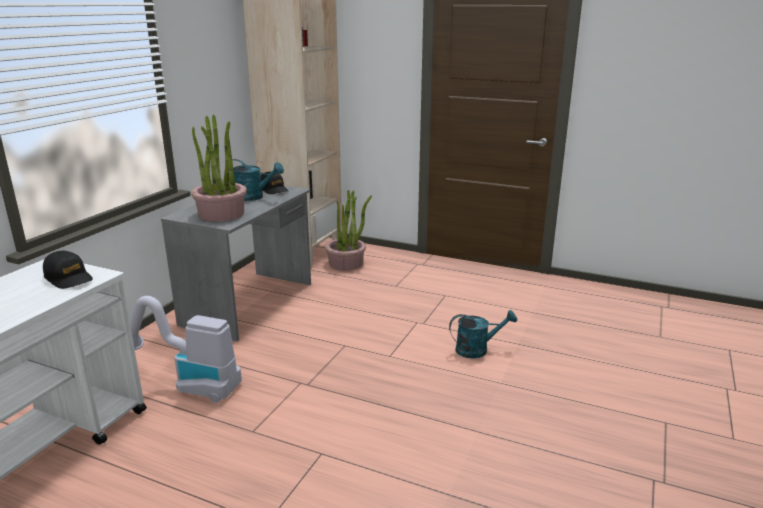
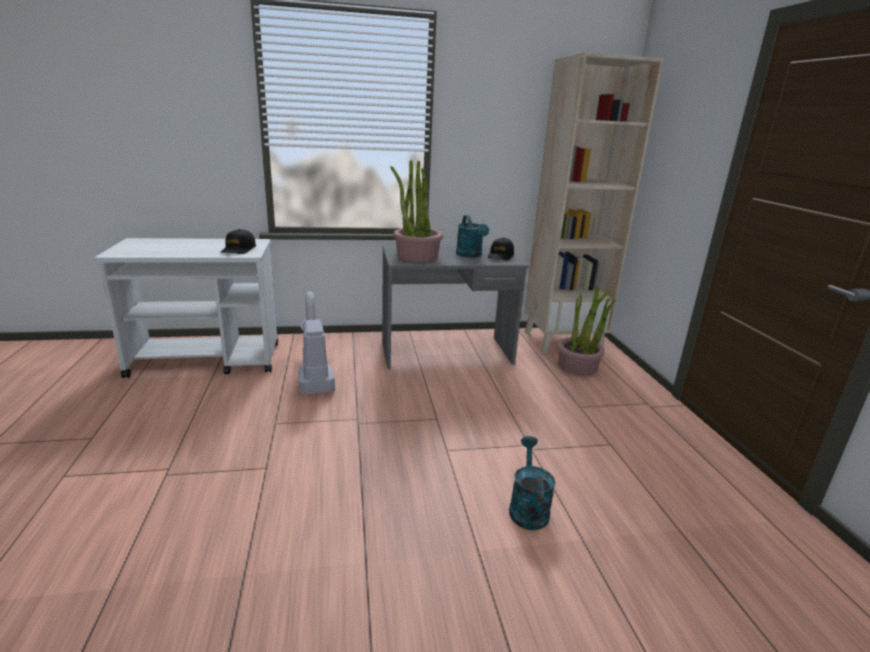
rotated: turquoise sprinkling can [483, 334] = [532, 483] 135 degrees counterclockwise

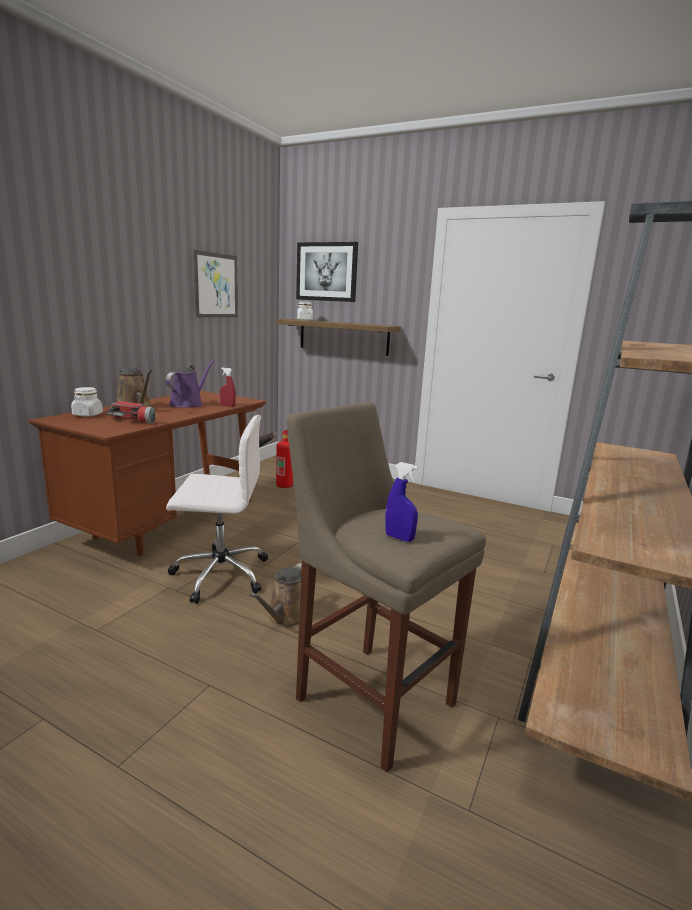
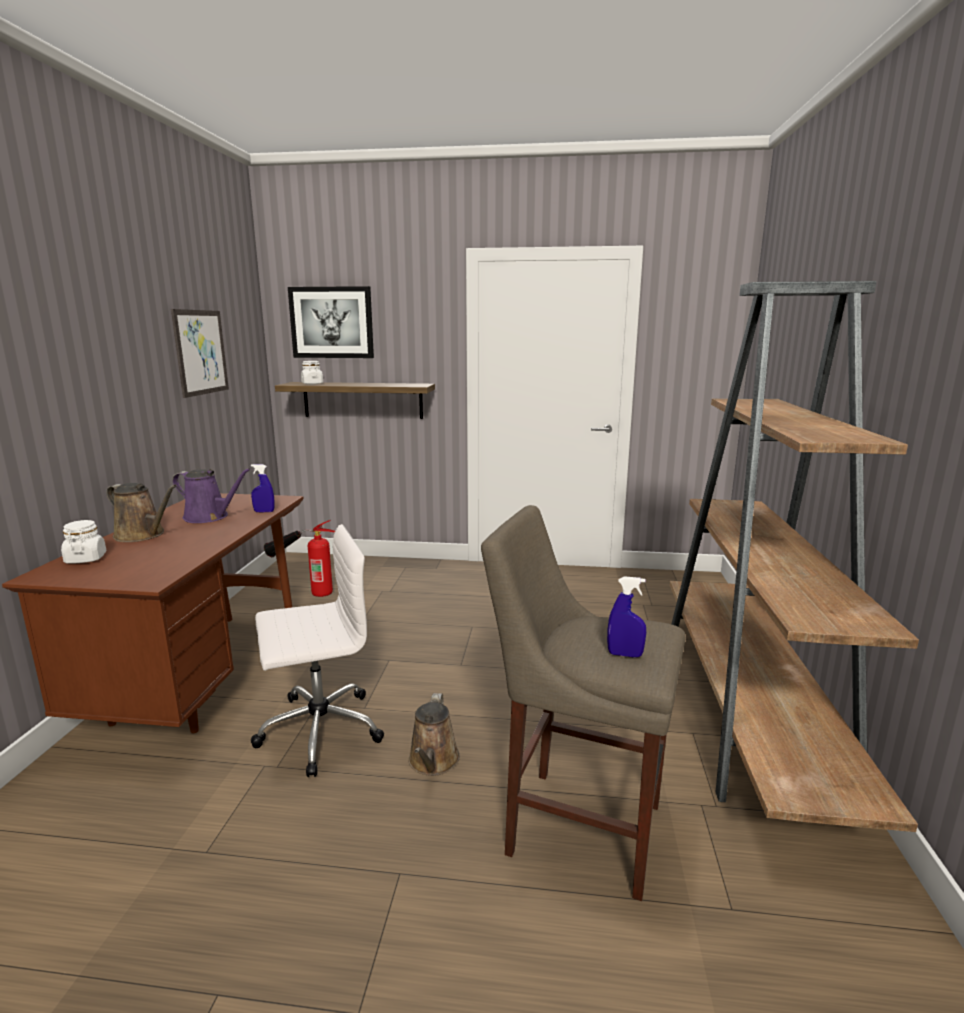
gone: flashlight [130, 412]
repainted: reddish sprayer [228, 387] to bluish sprayer [263, 488]
rotated: purple-coloured sprinkling can [190, 384] = [211, 495] 105 degrees clockwise

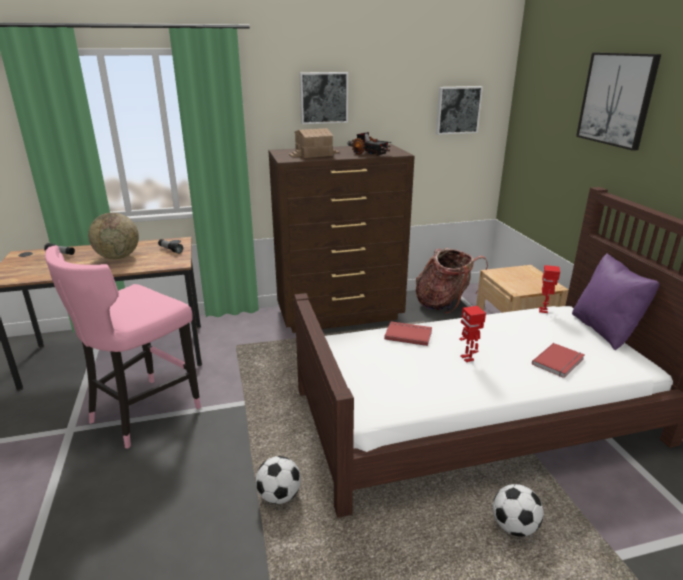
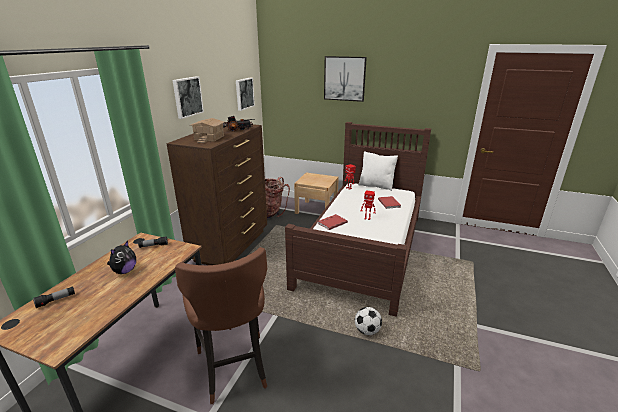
gone: football [518, 510]
swapped: globe [113, 236] to cuddly toy [121, 257]
repainted: pinkish stool seat [123, 347] to brown stool seat [221, 325]; purple-coloured pillow [615, 301] to white pillow [378, 171]

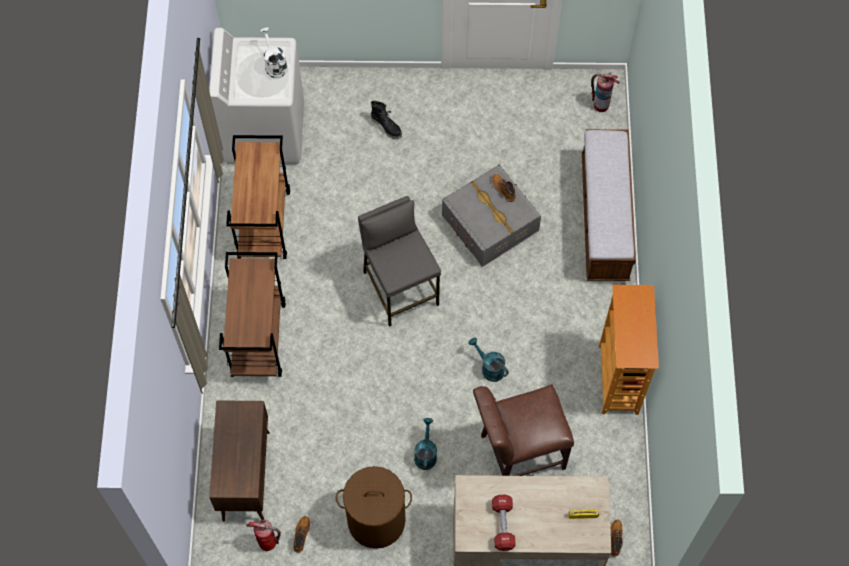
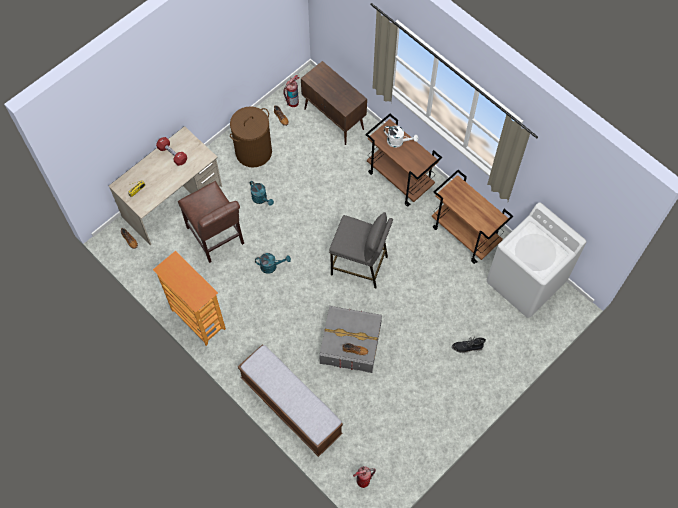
shifted: white sprinkling can [274, 52] to [401, 137]
rotated: brown chair [523, 430] = [211, 222] 120 degrees clockwise

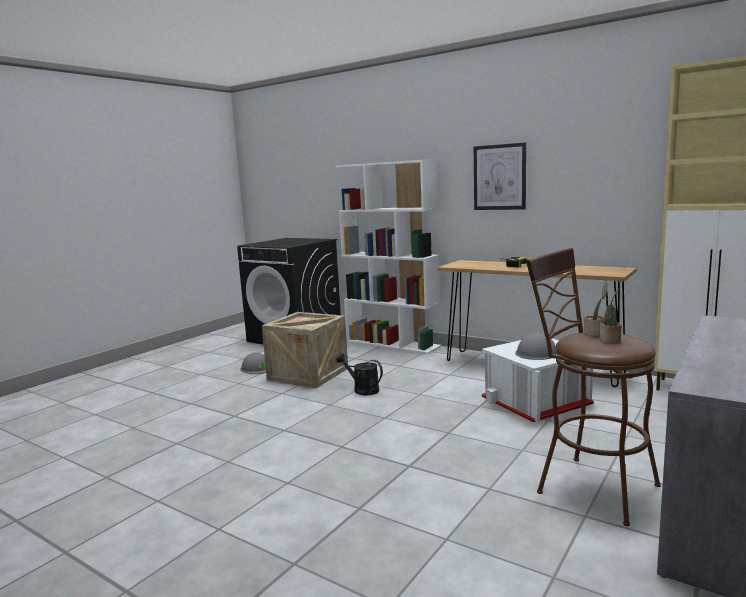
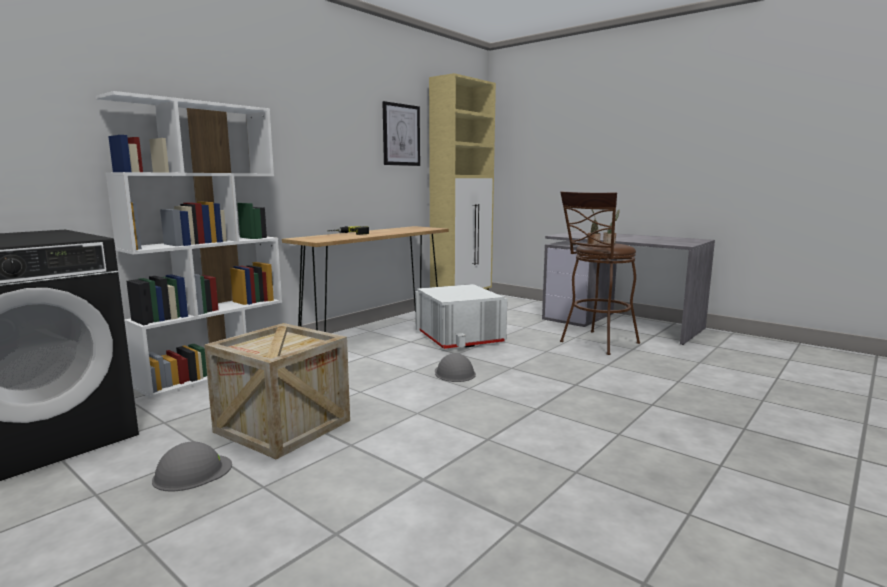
gone: blackish sprinkling can [359, 374]
shifted: picture [500, 176] to [401, 133]; grey hard hat [536, 346] to [455, 367]

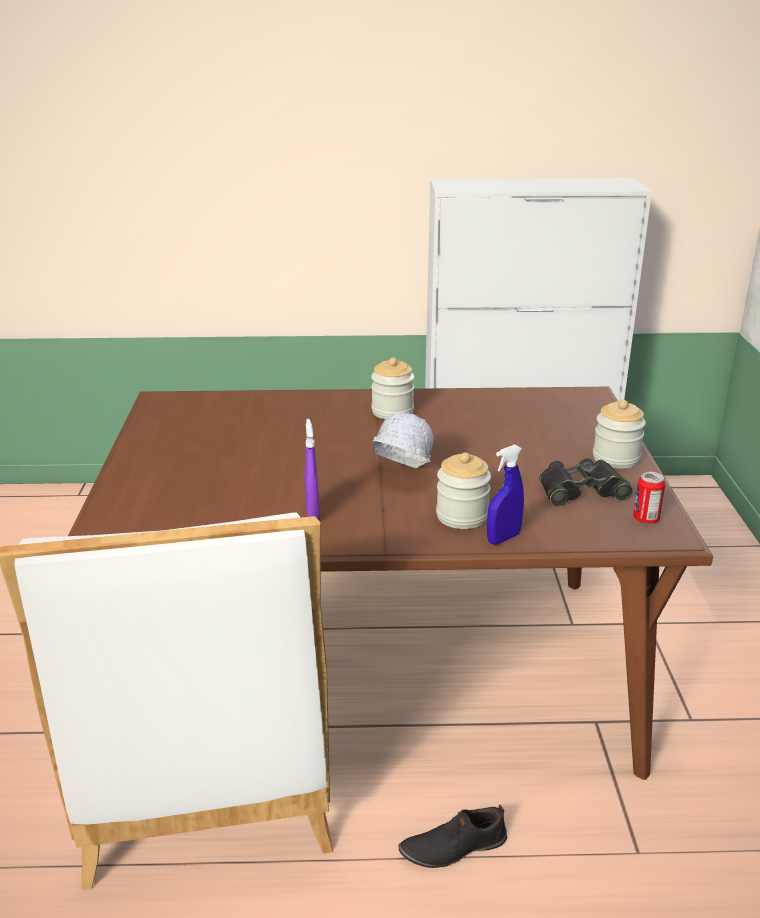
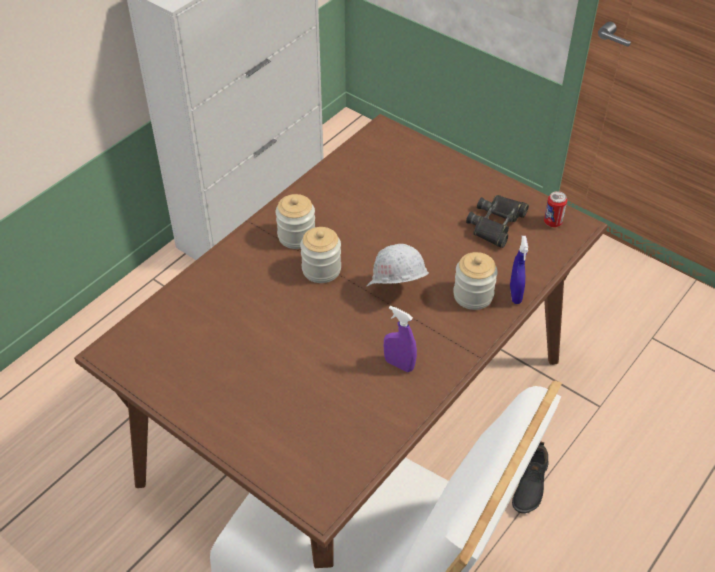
shifted: preserve jar [619, 434] to [320, 255]

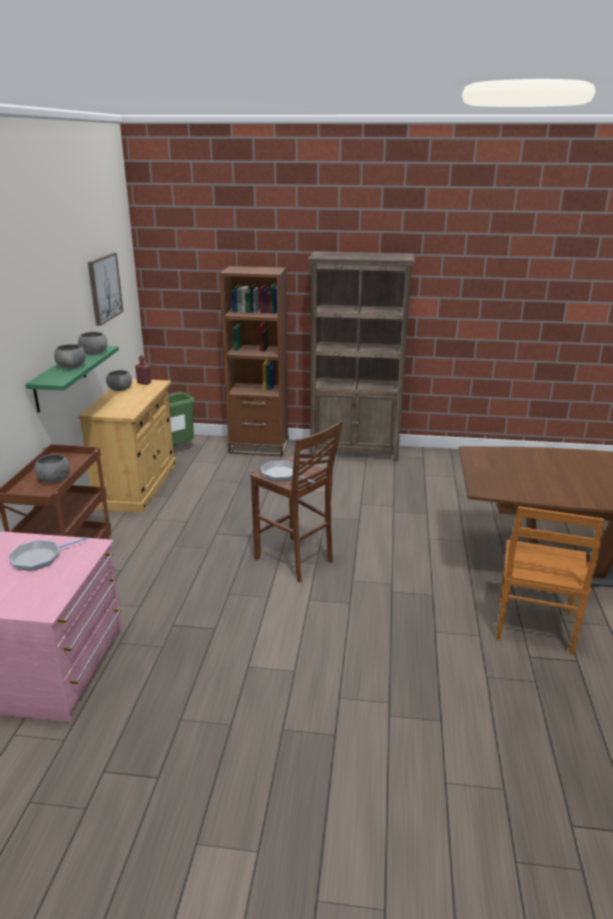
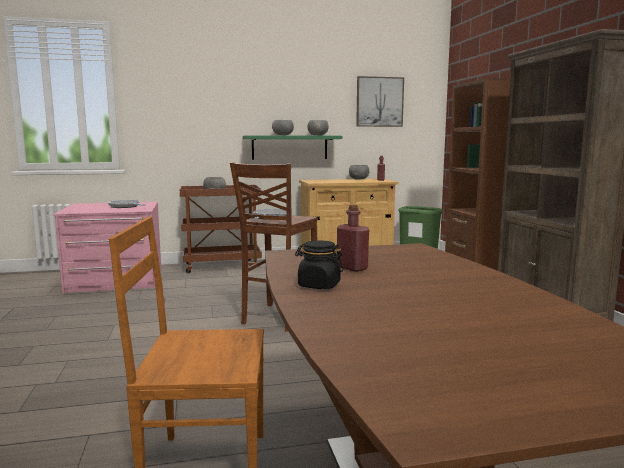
new: blackish preserve jar [319, 264]; reddish beverage bottle [353, 238]

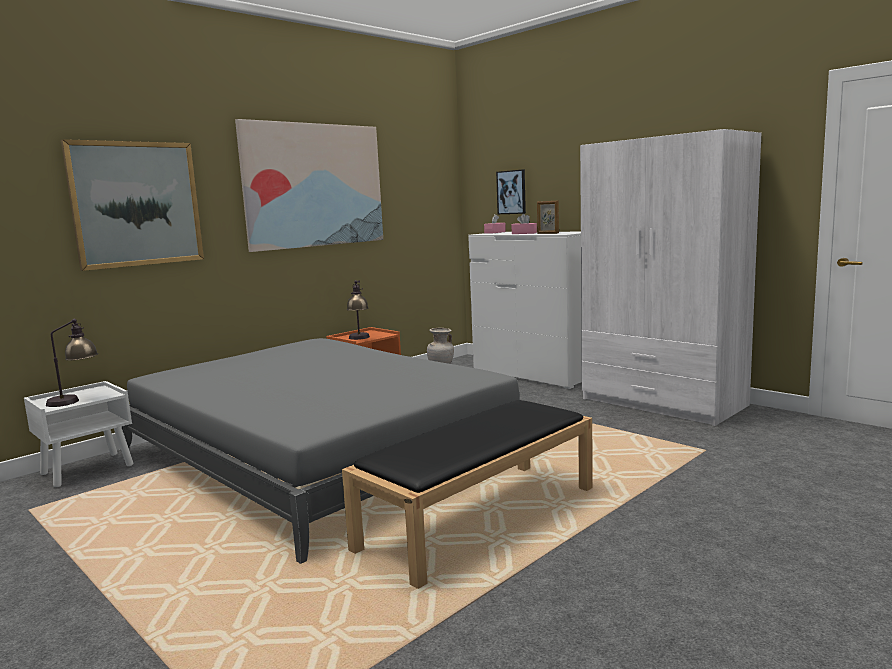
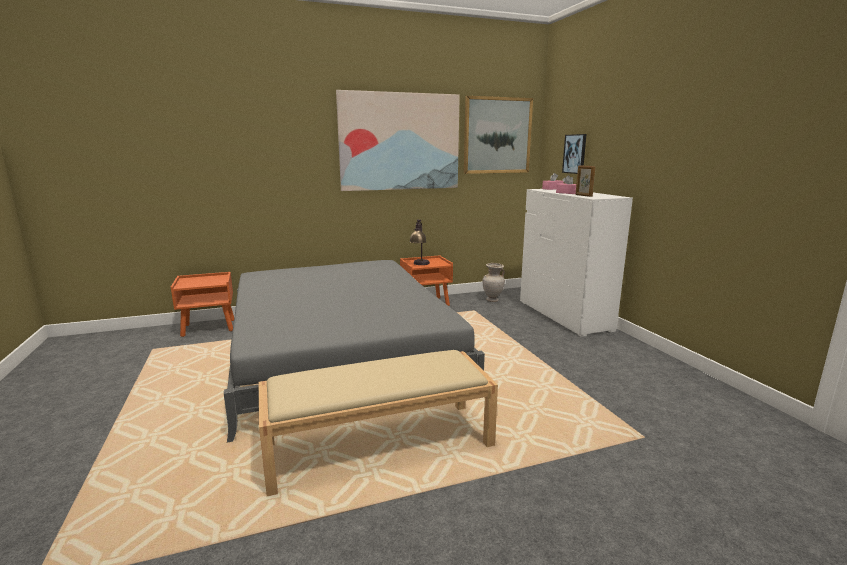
gone: tabletop lamp [72, 363]; white wardrobe [670, 277]
shifted: picture [132, 205] to [498, 135]
repainted: white bedside table [78, 434] to orangey bedside table [202, 304]; blackish bench [467, 494] to beige-coloured bench [378, 423]

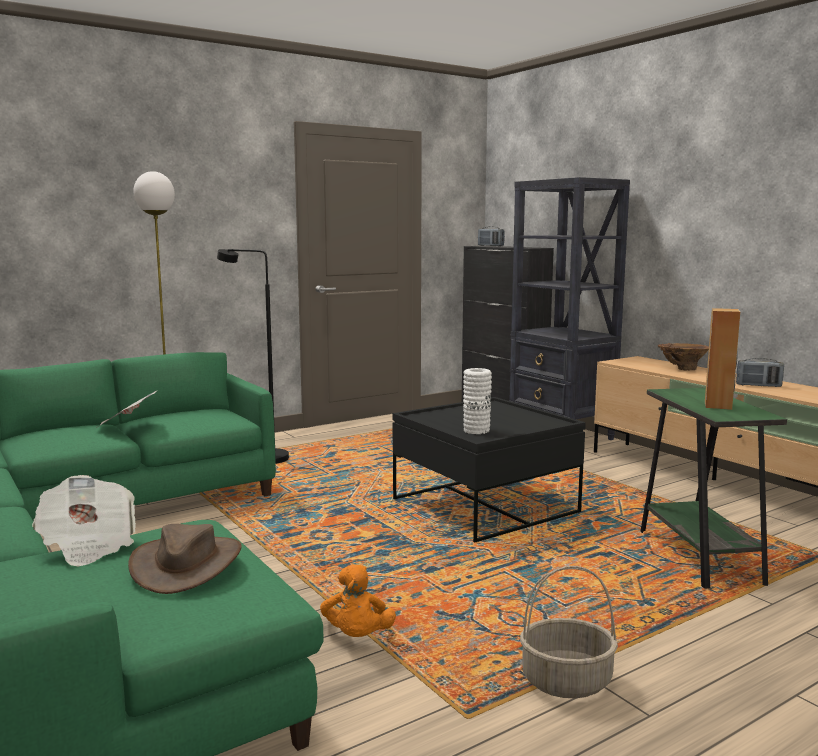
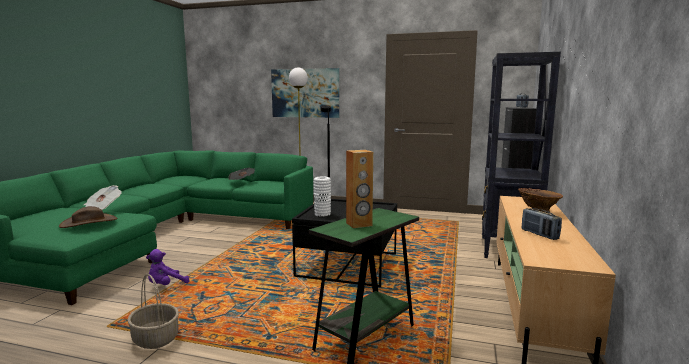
new: picture [305, 93]
repainted: orangey cuddly toy [358, 600] to purple-coloured cuddly toy [168, 267]

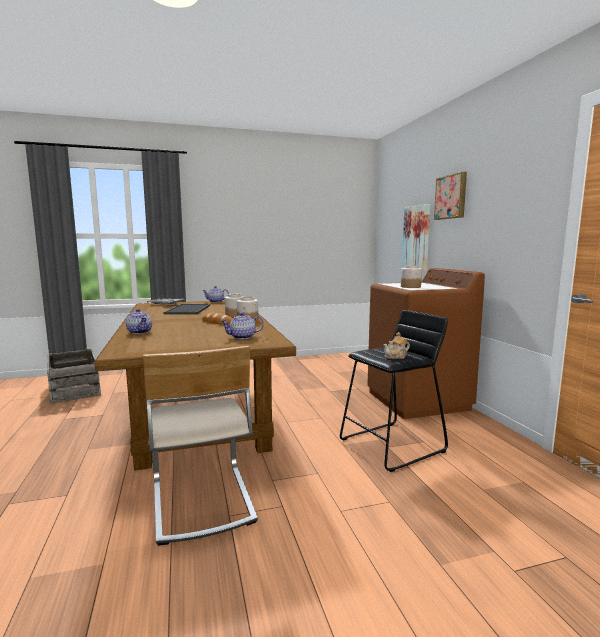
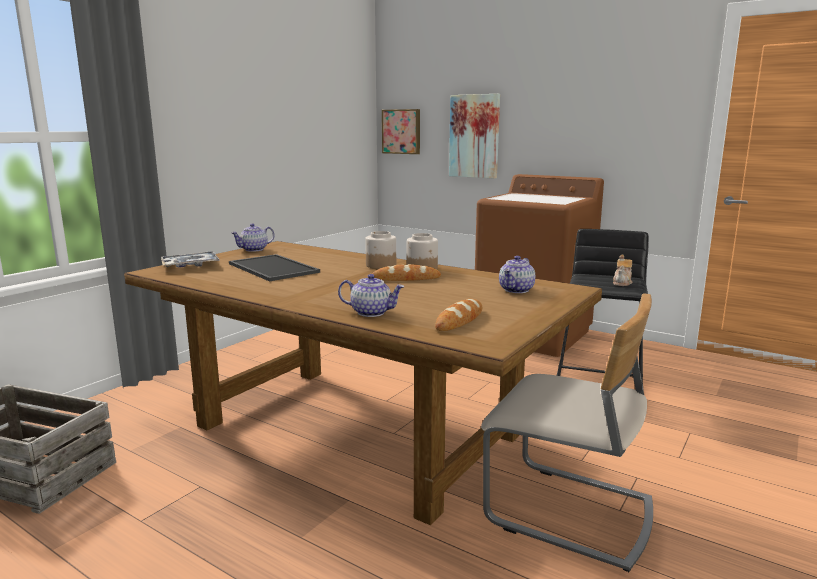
gone: preserve jar [411, 276]
new: bread [458, 315]
shifted: picture [450, 196] to [401, 131]

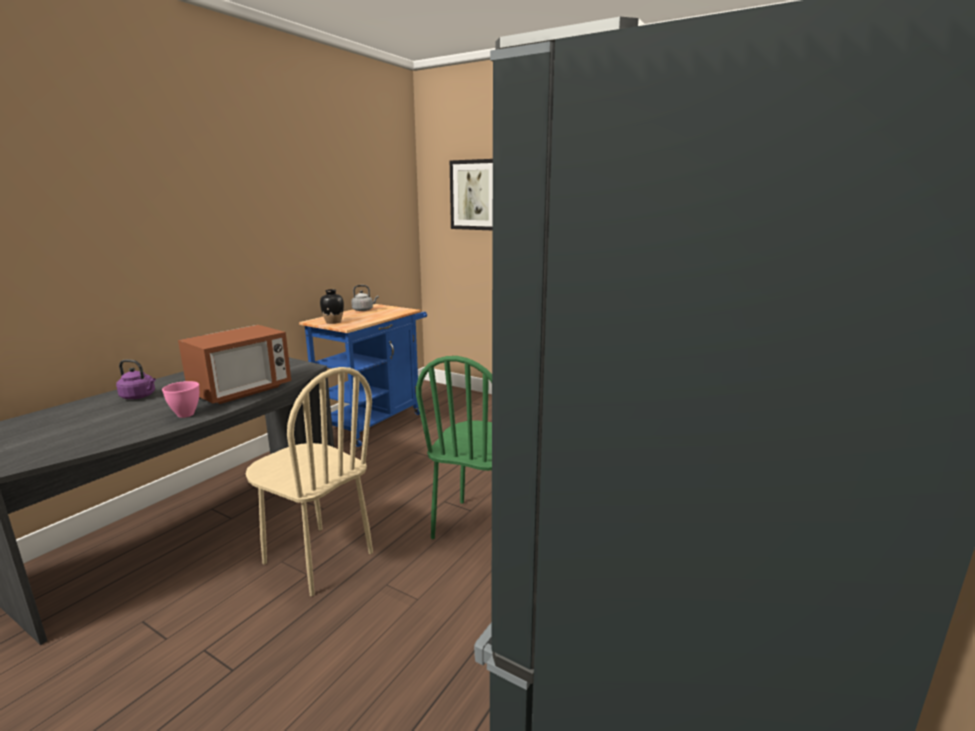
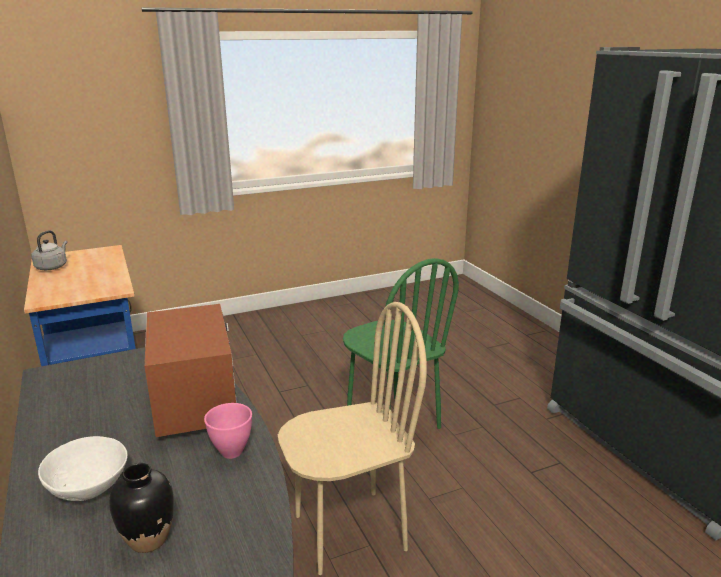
gone: picture [471, 195]
shifted: blackish decorative vase [332, 306] to [141, 508]
swapped: purple-coloured water kettle [136, 379] to white serving bowl [83, 468]

